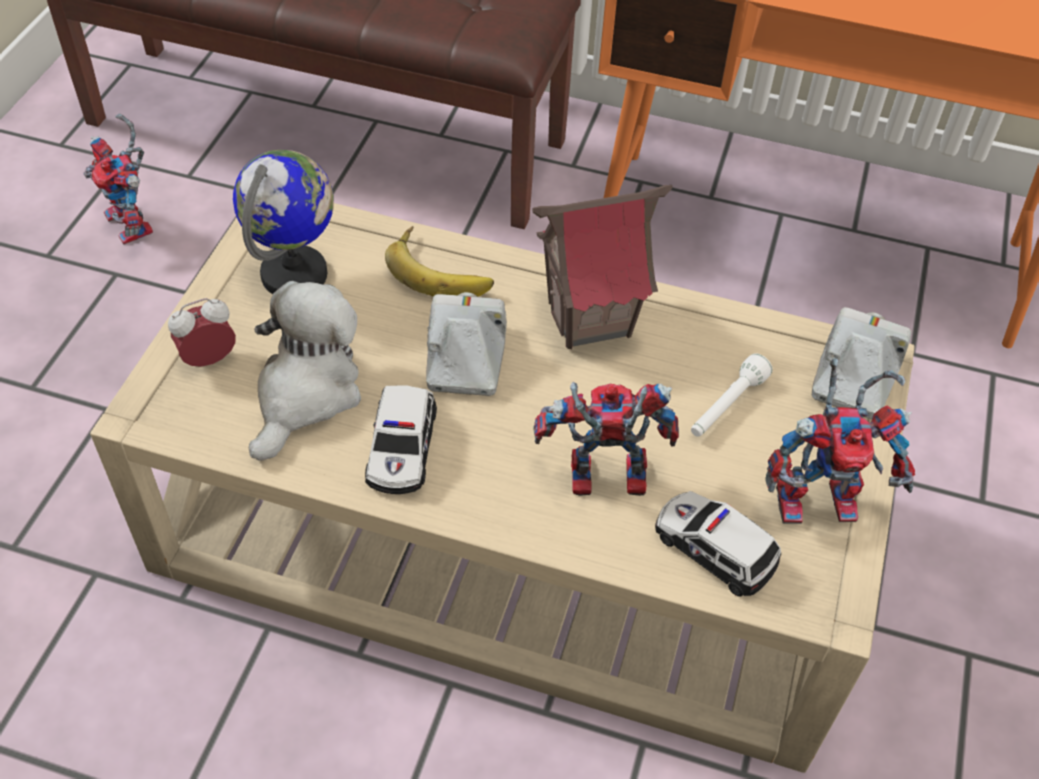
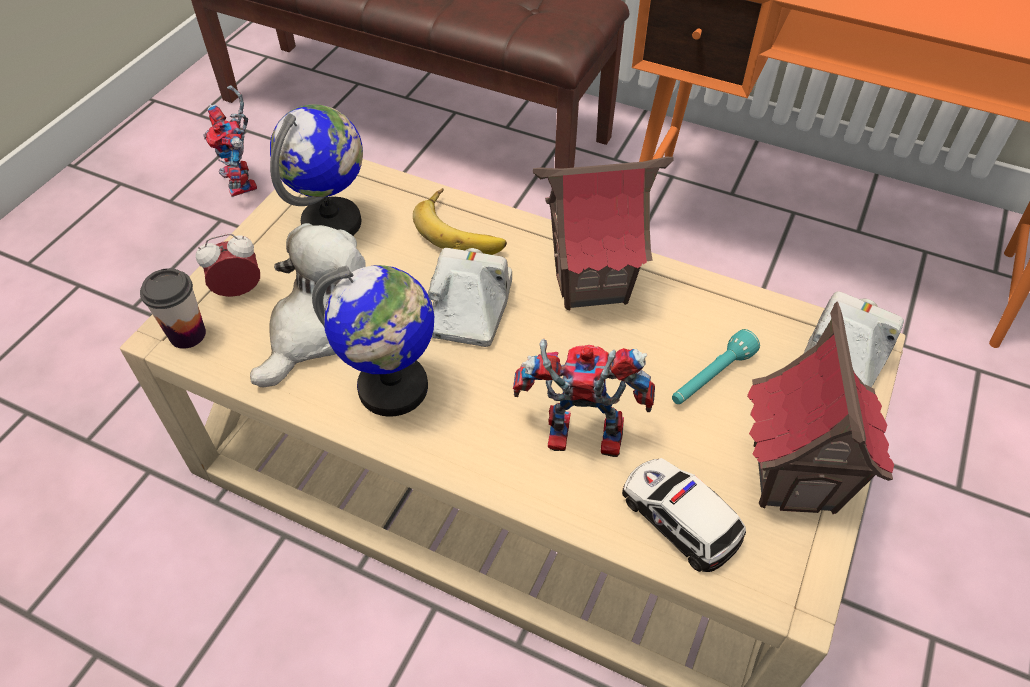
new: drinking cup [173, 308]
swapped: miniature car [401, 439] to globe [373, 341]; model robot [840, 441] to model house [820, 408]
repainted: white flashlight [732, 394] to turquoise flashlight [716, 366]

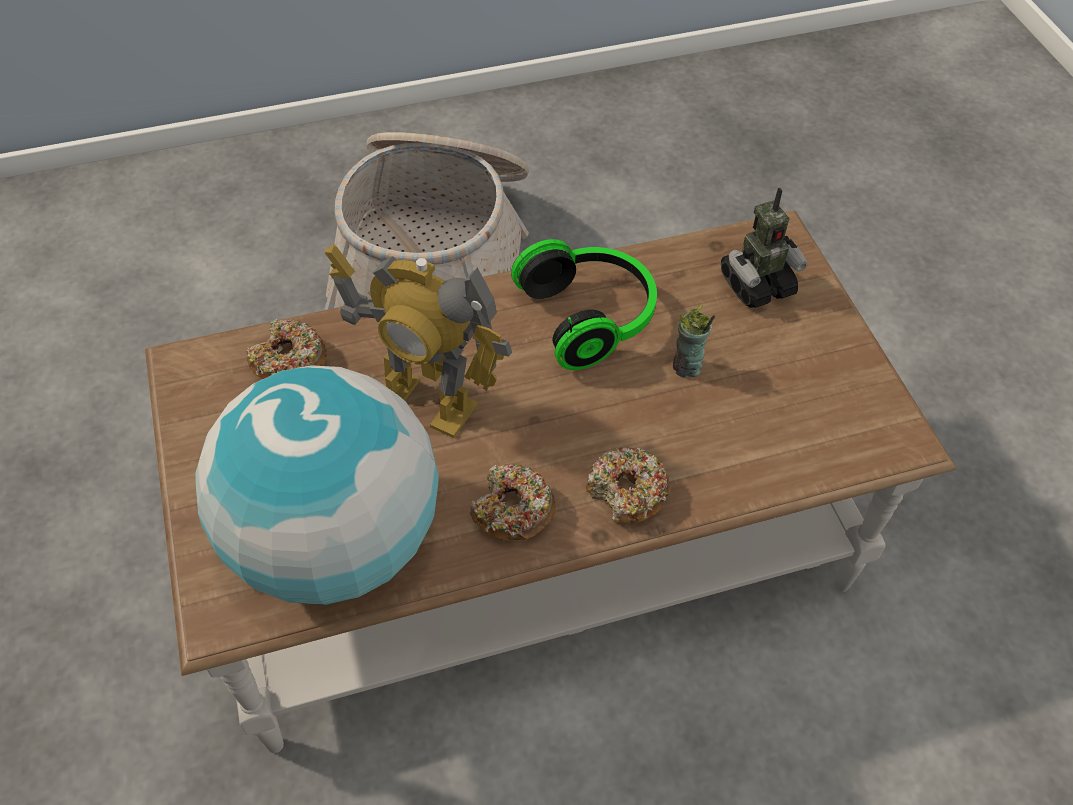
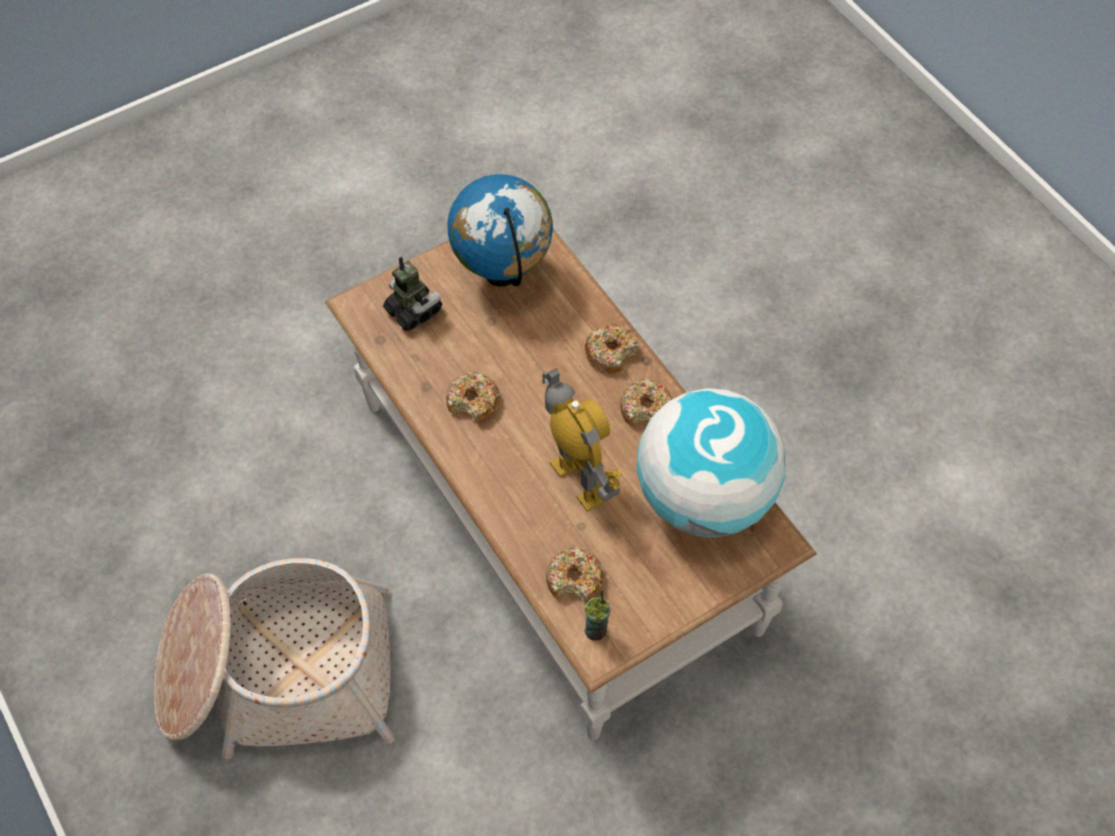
new: globe [500, 230]
shifted: drinking cup [694, 341] to [596, 615]
swapped: headset [584, 304] to donut [472, 397]
rotated: model robot [418, 341] = [582, 440] 45 degrees counterclockwise

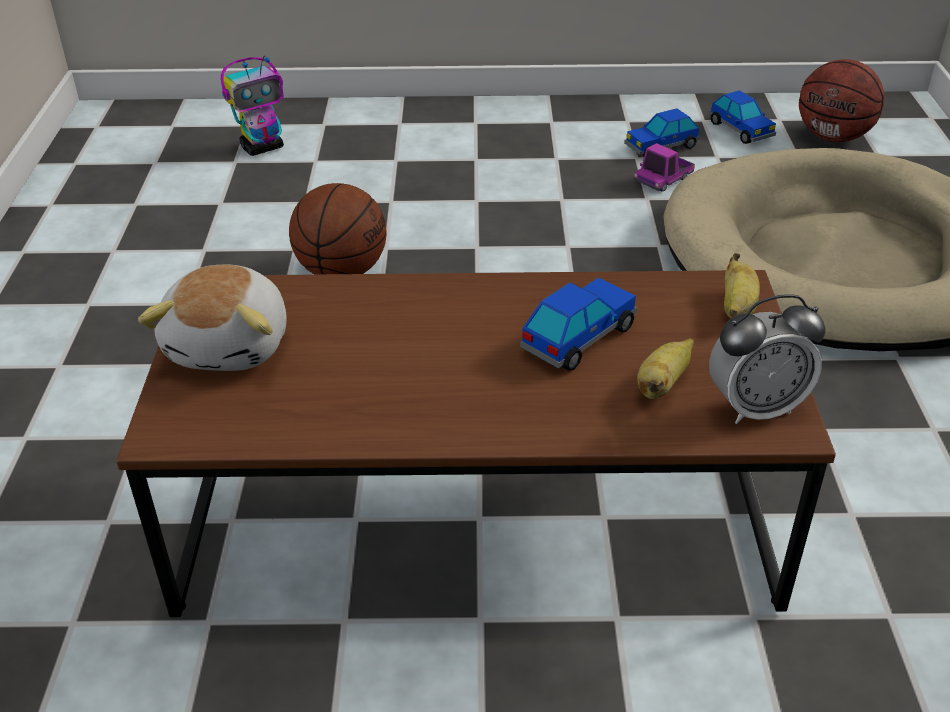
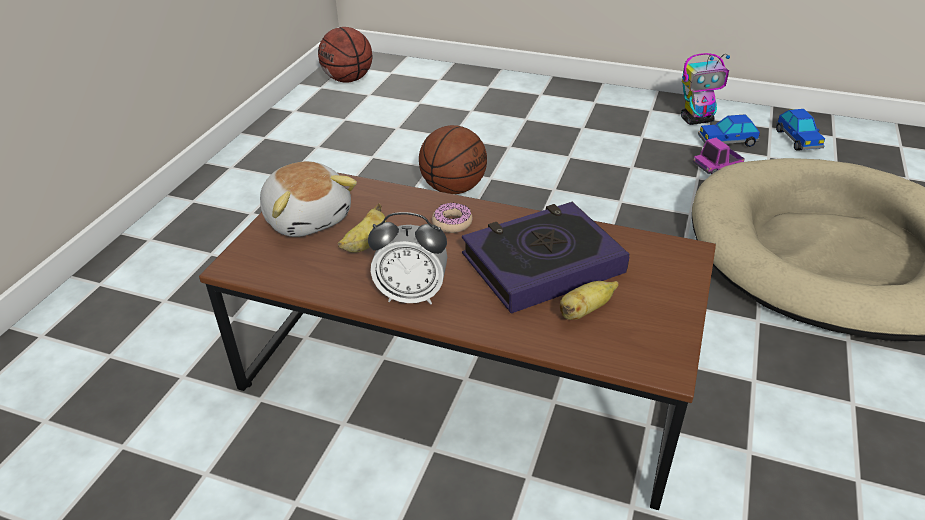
new: donut [452, 217]
shifted: model robot [252, 106] to [705, 89]; table clock [767, 359] to [407, 258]; banana fruit [742, 285] to [362, 228]; ball for basketball [842, 100] to [345, 55]
swapped: miniature car [578, 324] to book [545, 258]
rotated: cuddly toy [212, 317] = [308, 199] 60 degrees counterclockwise

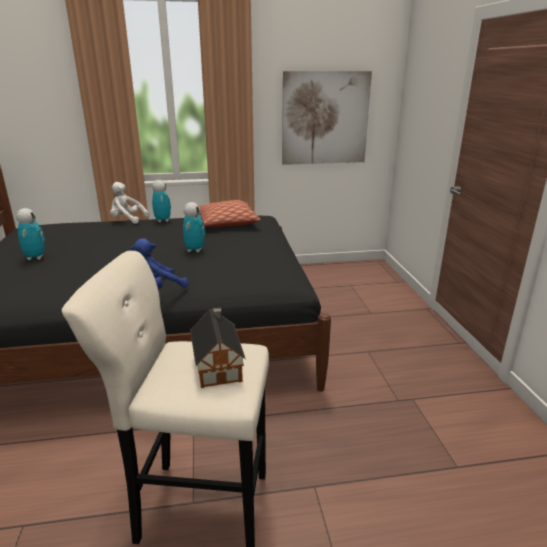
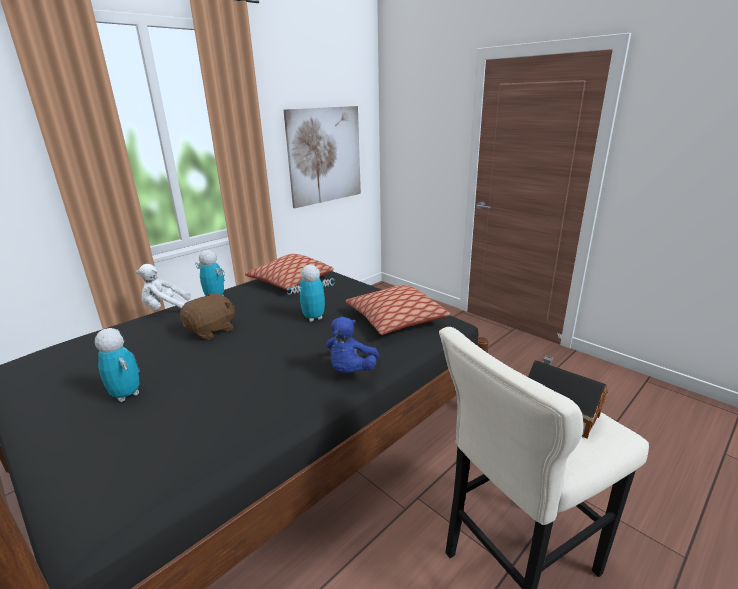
new: brown cuddly toy [207, 316]; pillow [398, 310]
rotated: model robot [194, 227] = [311, 293] 90 degrees counterclockwise

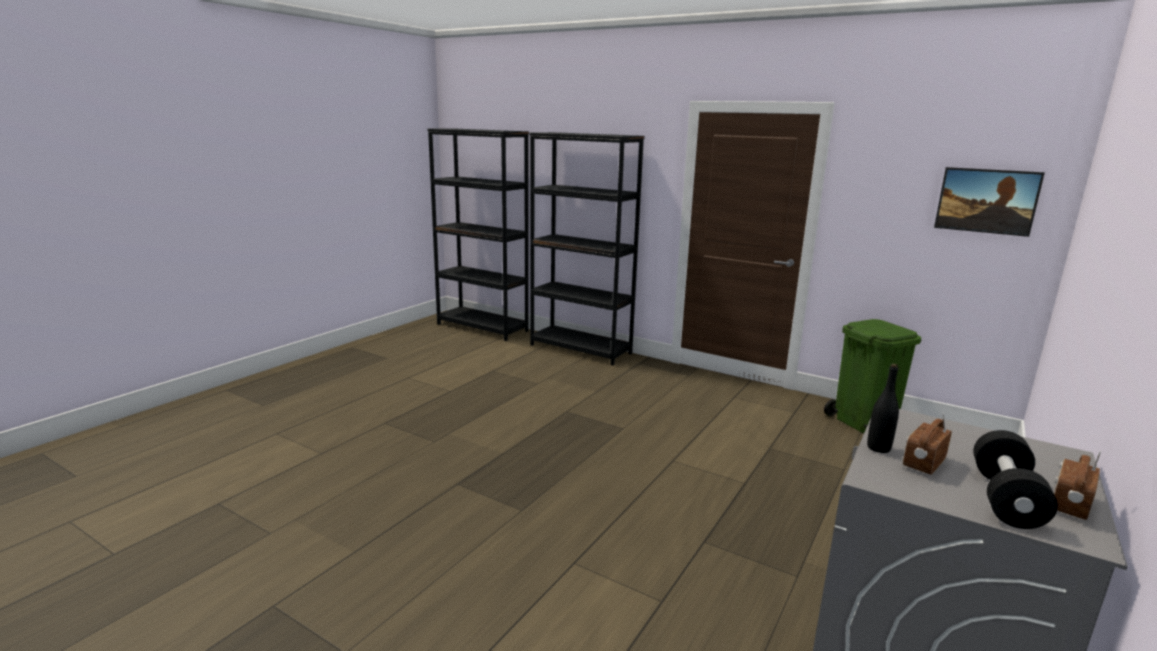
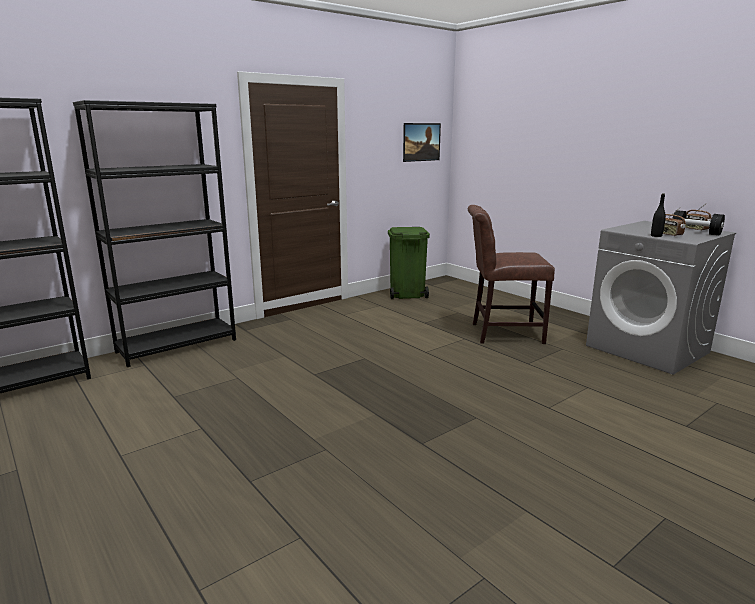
new: brown chair [511, 274]

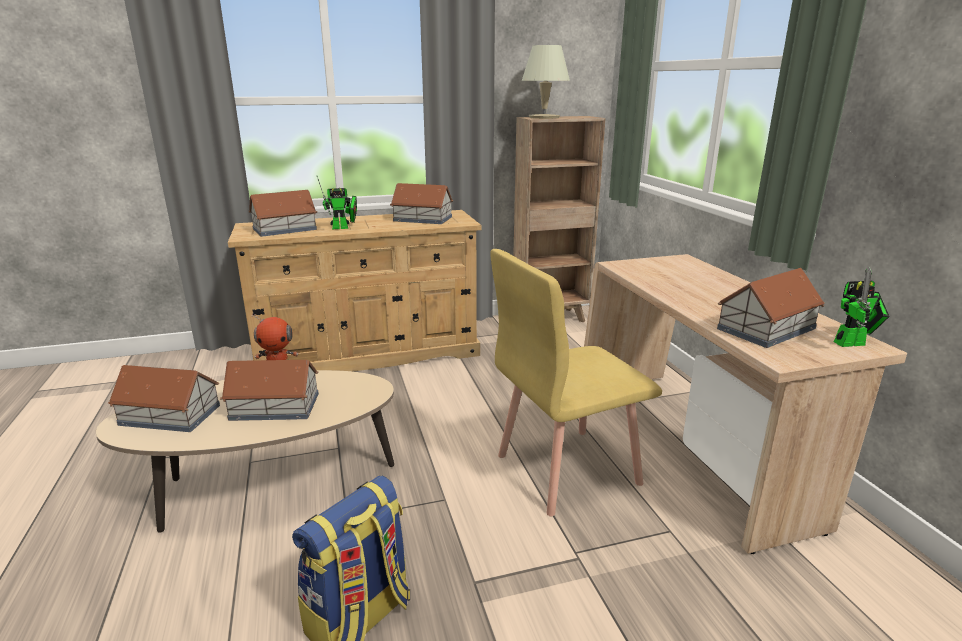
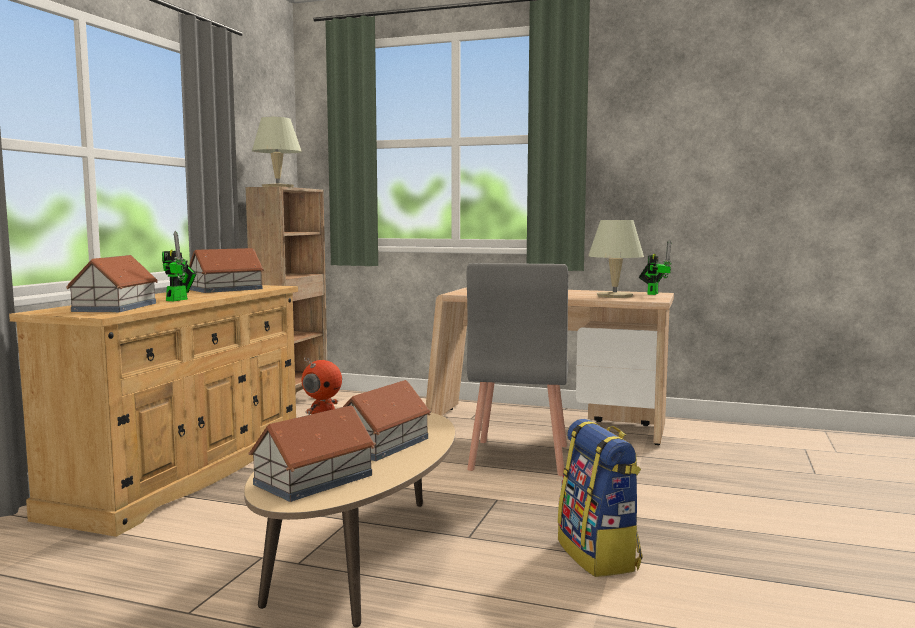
swapped: model house [771, 308] to beige-coloured tabletop lamp [616, 259]
repainted: yellowish chair [576, 382] to grey chair [518, 369]

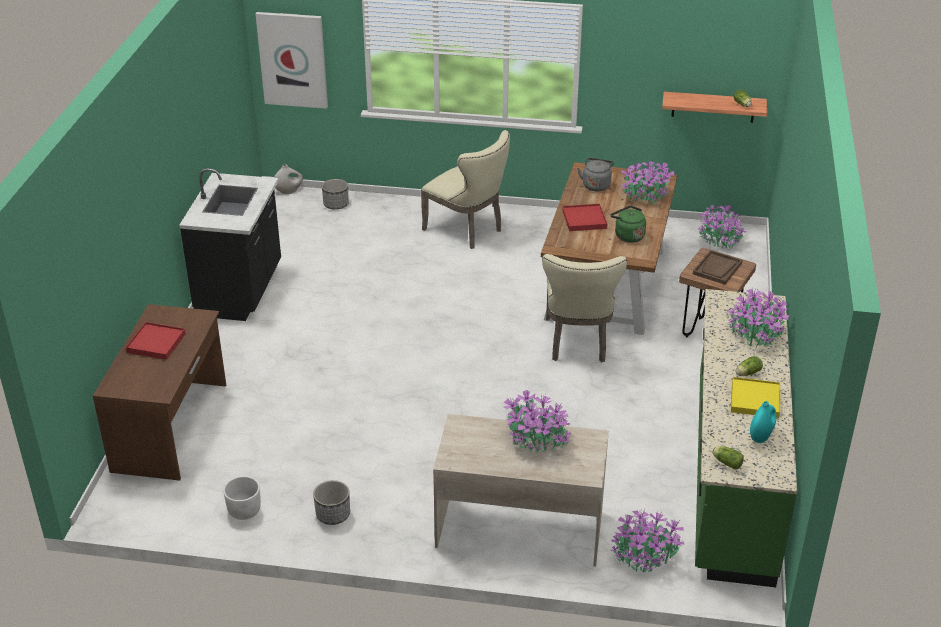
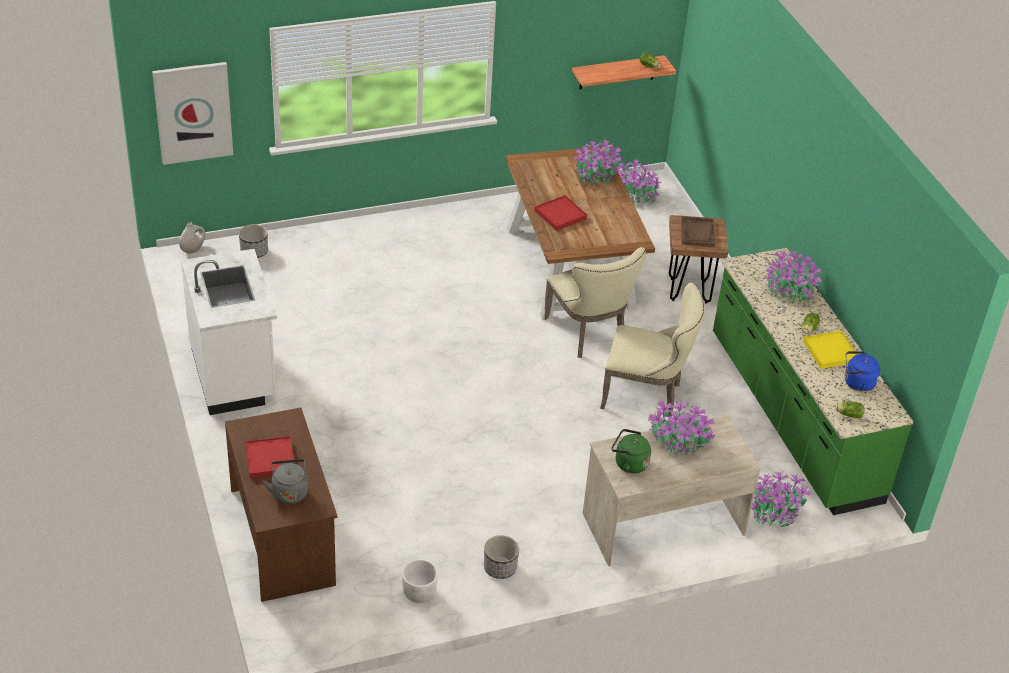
shifted: beige-coloured chair [465, 189] to [652, 350]; grey water kettle [595, 174] to [285, 481]; green-coloured water kettle [628, 224] to [631, 451]
swapped: turquoise decorative vase [763, 422] to bluish water kettle [862, 371]
repainted: blackish counter [230, 244] to white counter [229, 332]

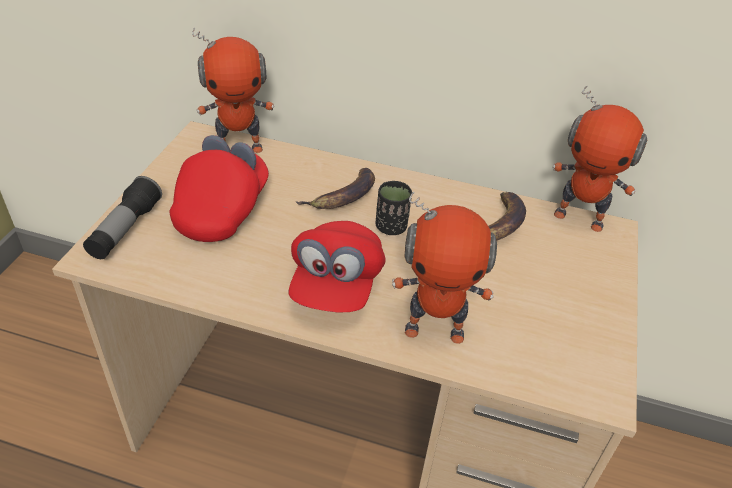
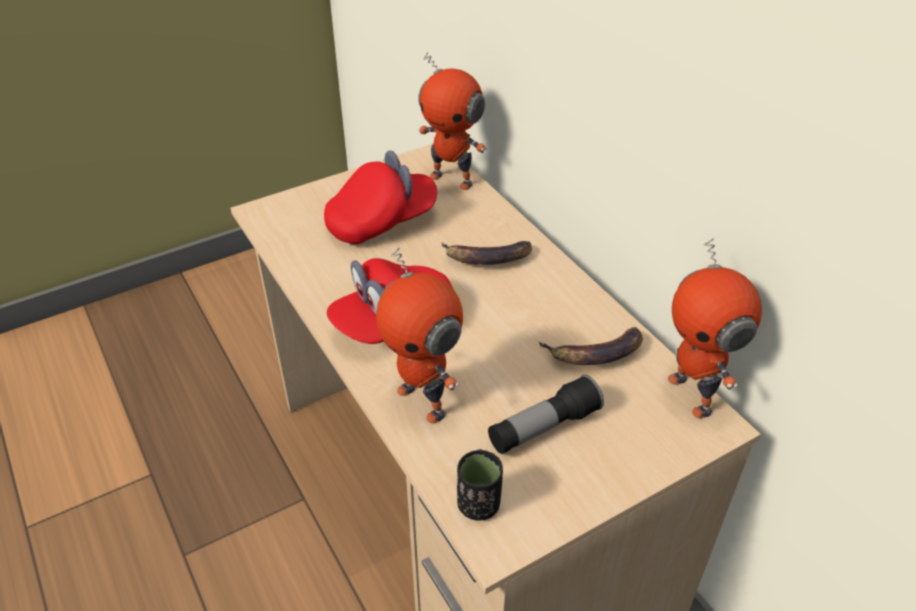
shifted: flashlight [122, 217] to [546, 414]; blackish drinking cup [394, 208] to [480, 485]

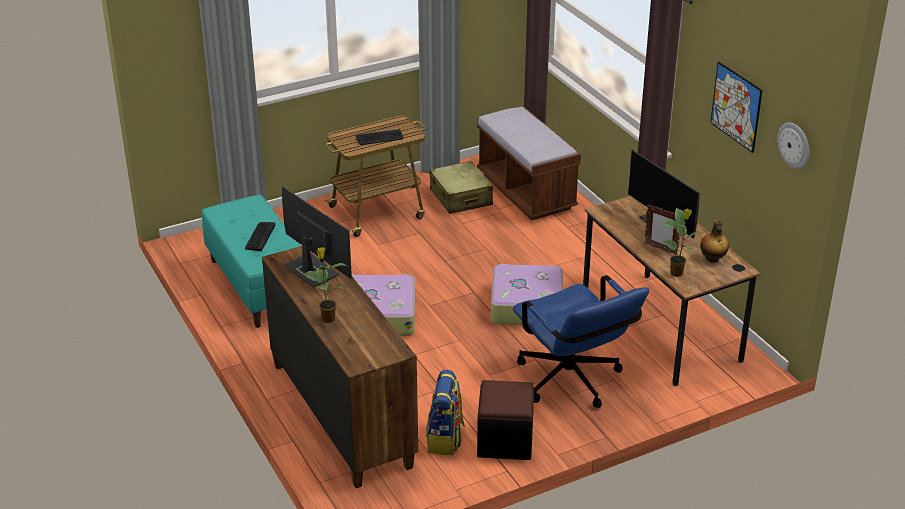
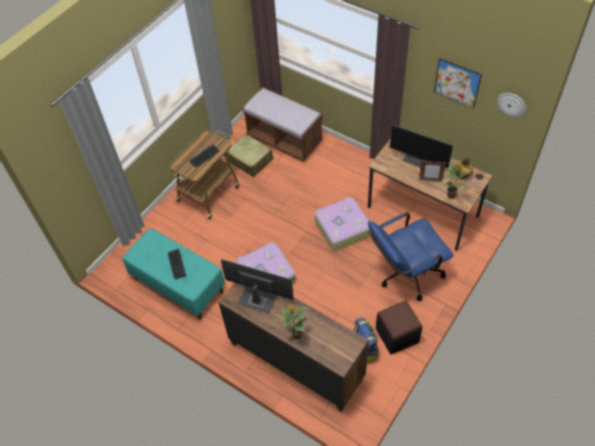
rotated: bluish desk chair [581, 341] = [411, 256] 120 degrees clockwise

